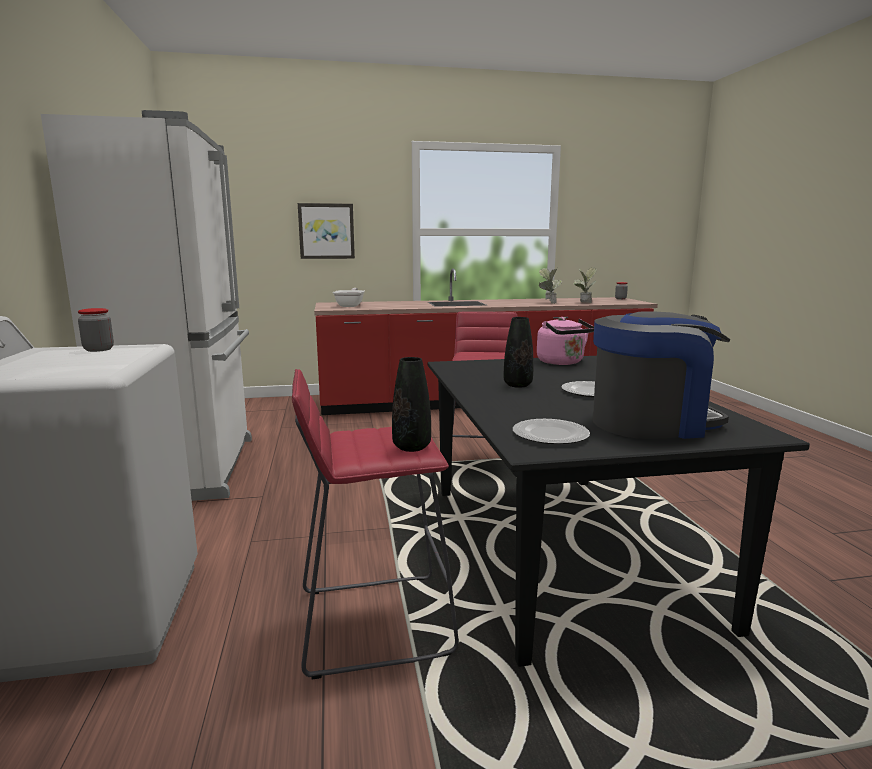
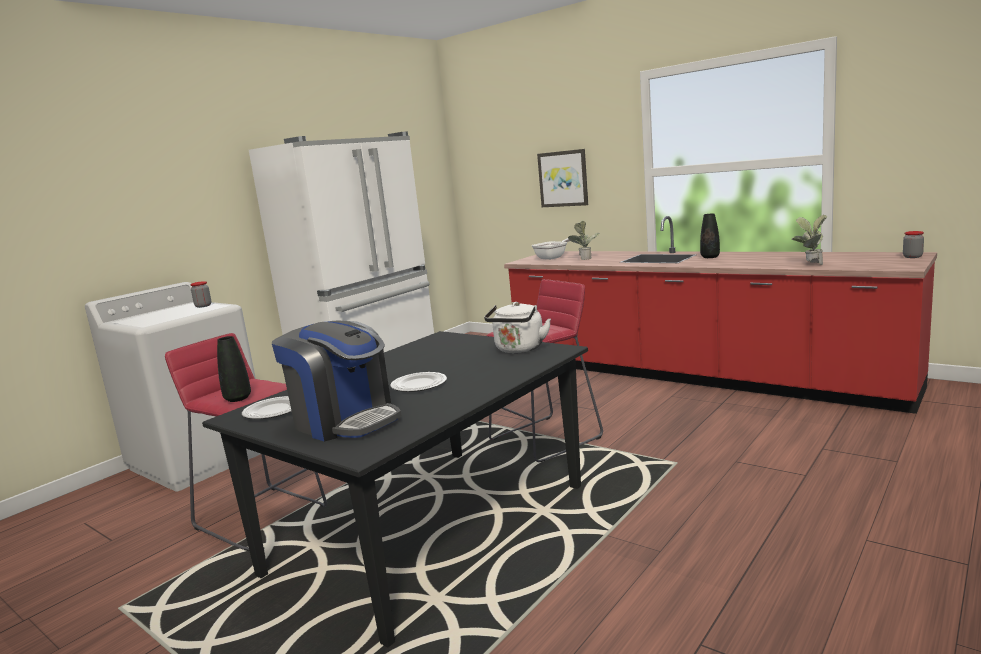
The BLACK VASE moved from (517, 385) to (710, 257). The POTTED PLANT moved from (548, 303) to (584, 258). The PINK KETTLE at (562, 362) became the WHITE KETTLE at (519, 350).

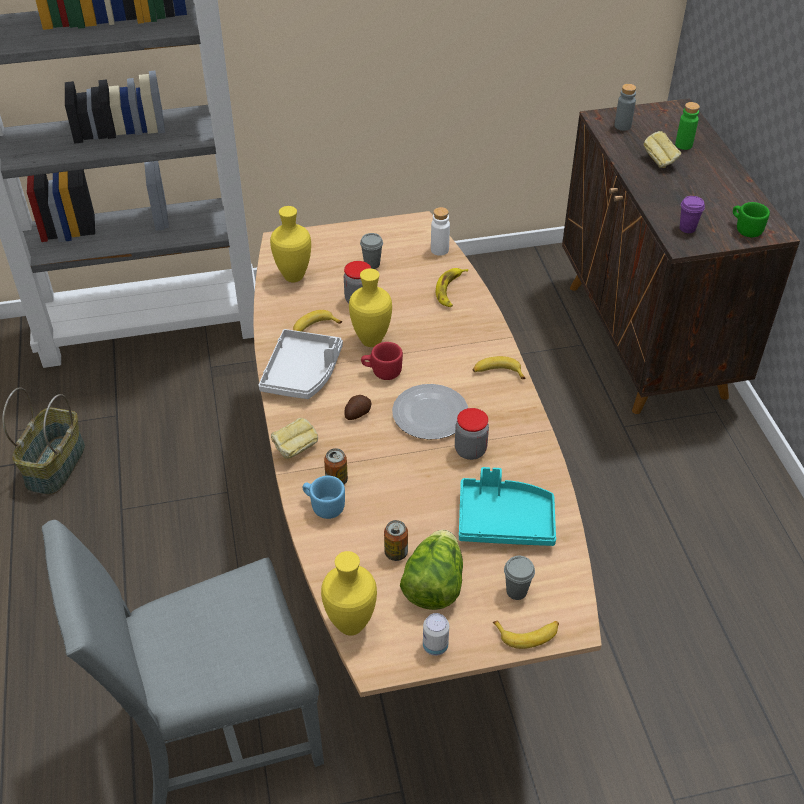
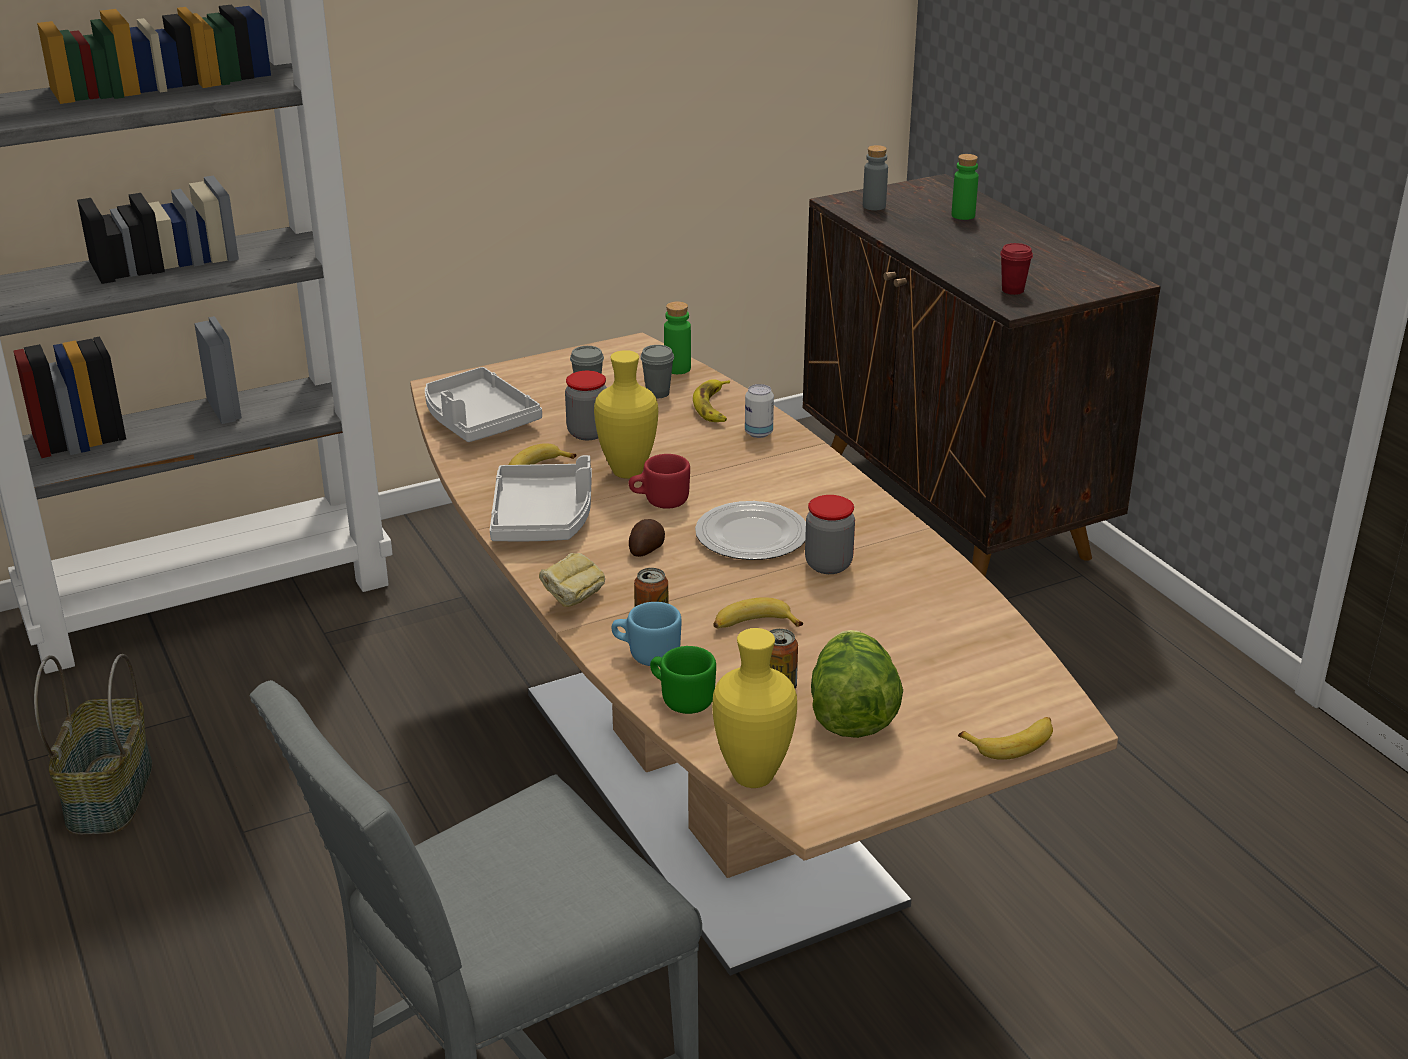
The TURQUOISE TRAY at (504, 521) disappeared. The BREAD at (660, 161) disappeared. The CAN moved from (435, 646) to (758, 433). The BANANA moved from (497, 372) to (753, 625). The GREY CUP moved from (516, 591) to (657, 393). The GREEN MUG moved from (745, 229) to (681, 699). The YELLOW VASE at (292, 276) was replaced by the GREY TRAY at (477, 420). The WHITE BOTTLE at (439, 250) became the GREEN BOTTLE at (677, 368). The PURPLE CUP at (687, 228) became the RED CUP at (1012, 290).

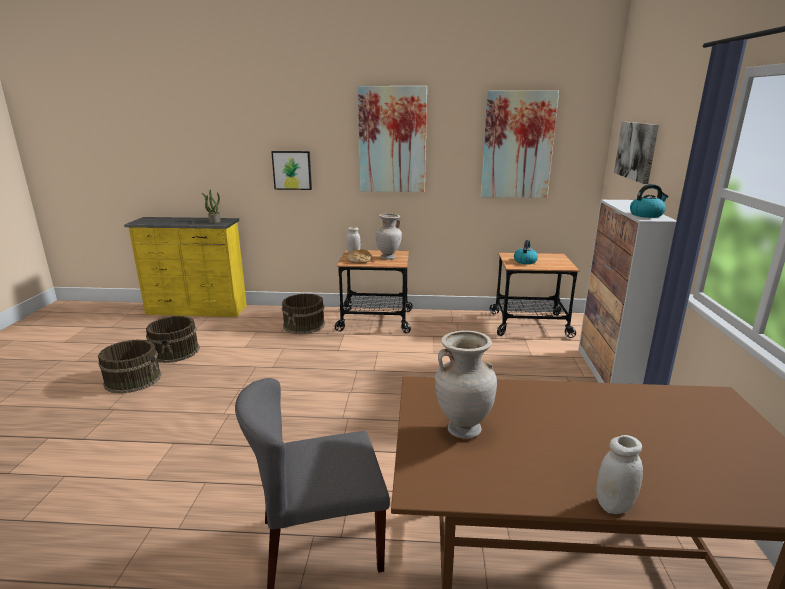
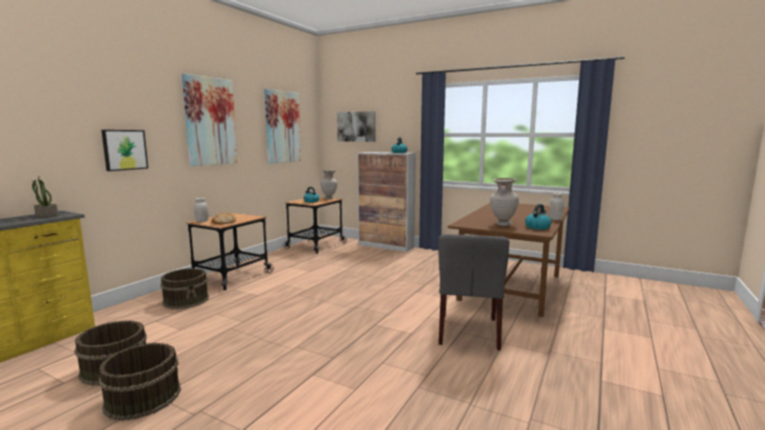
The KETTLE at (537, 227) appeared. The BEIGE VASE moved from (388, 258) to (329, 198).

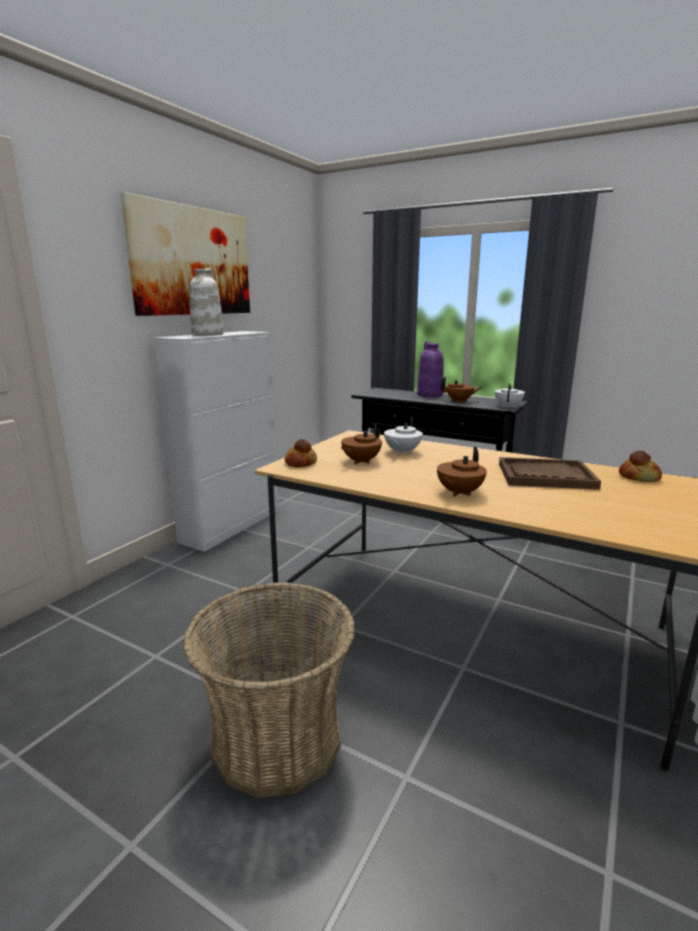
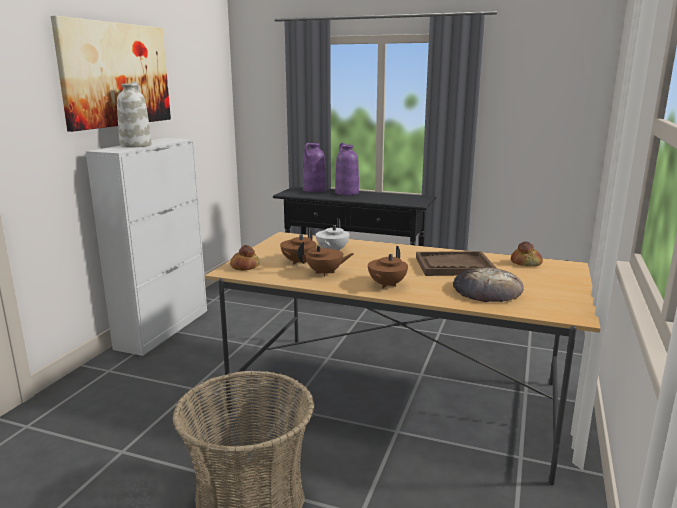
The WHITE TEAPOT at (508, 406) disappeared. The PURPLE VASE at (314, 190) appeared. The BREAD at (487, 290) appeared. The BROWN TEAPOT moved from (459, 401) to (325, 273).

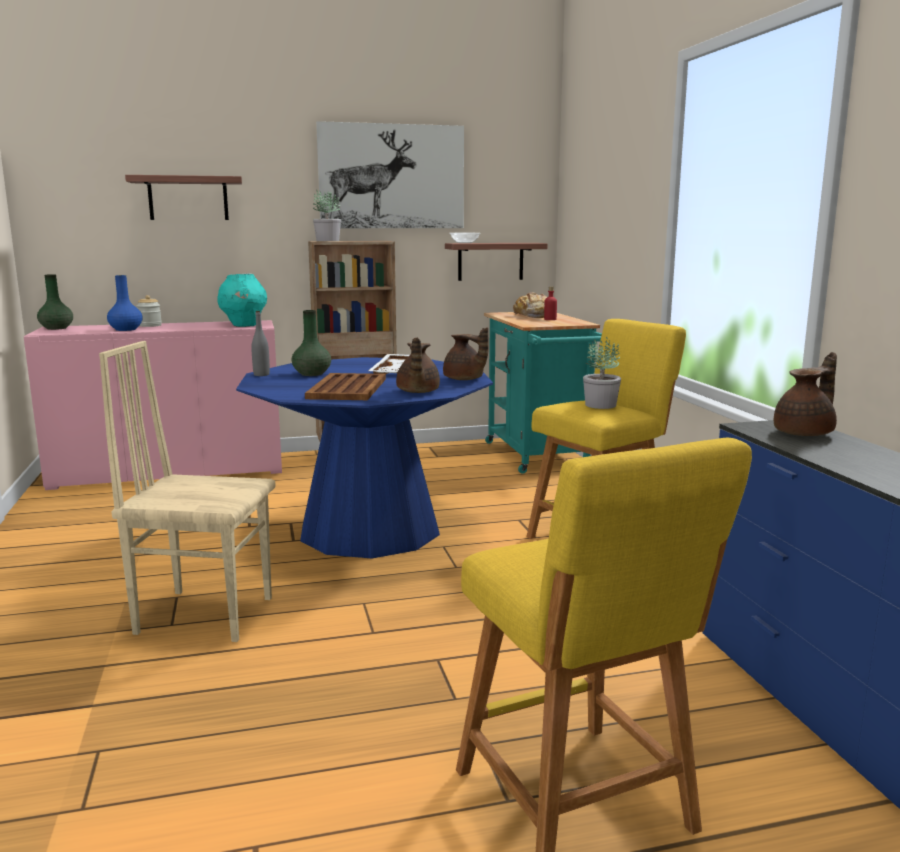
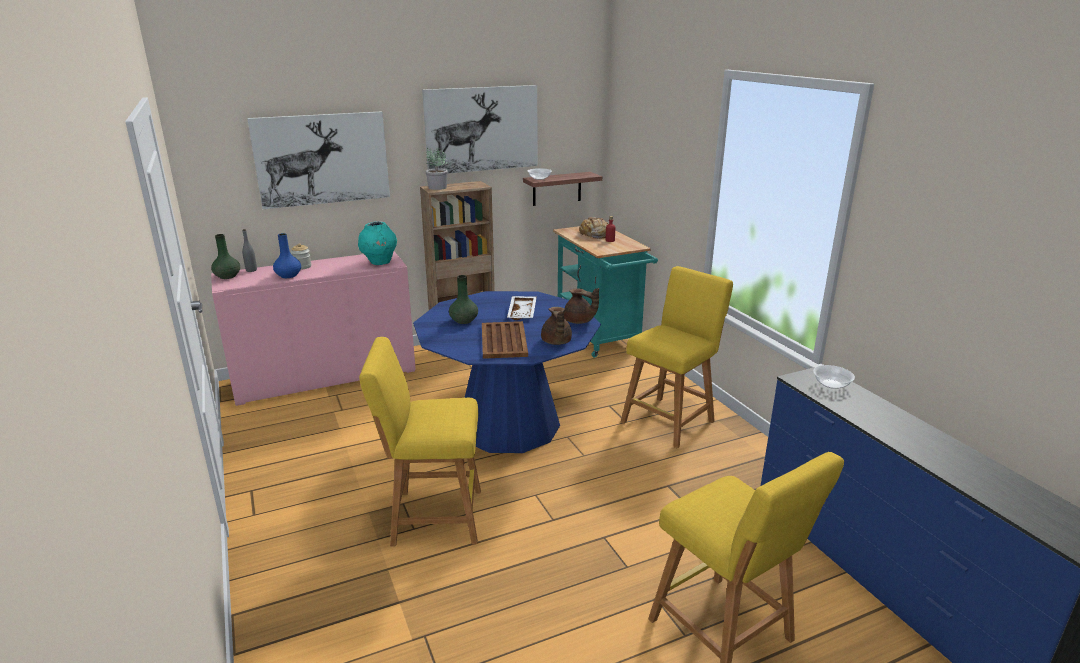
The POTTED PLANT at (600, 405) disappeared. The GREY BOTTLE moved from (261, 375) to (251, 270). The BEIGE CHAIR at (205, 614) was replaced by the YELLOW STOOL at (432, 517). The SHELF at (188, 198) was replaced by the PICTURE at (322, 159). The BROWN TEAPOT at (805, 433) was replaced by the BOWL at (832, 384).

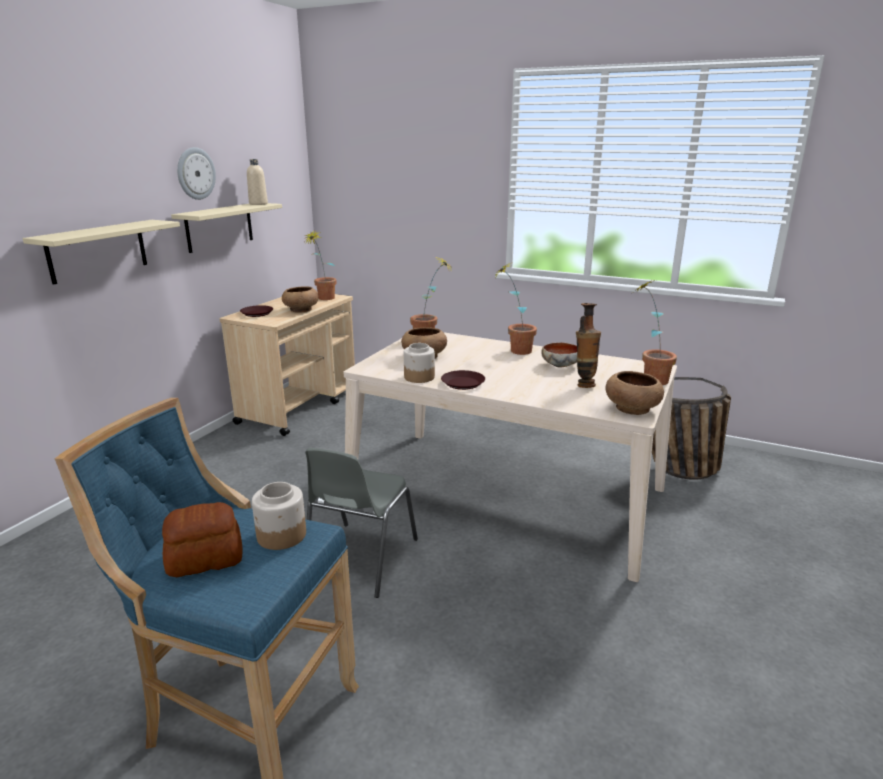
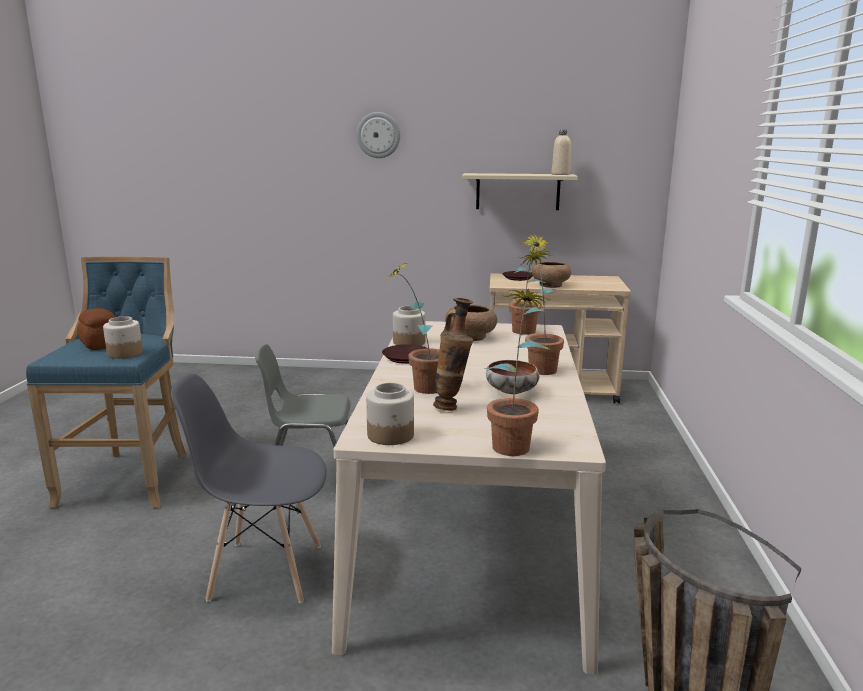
The BEIGE SHELF at (97, 251) disappeared. The GREY CHAIR at (265, 571) appeared. The WALL CLOCK moved from (195, 173) to (378, 135). The POTTED PLANT moved from (323, 299) to (419, 387). The BROWN BOWL at (632, 408) was replaced by the JAR at (391, 435).

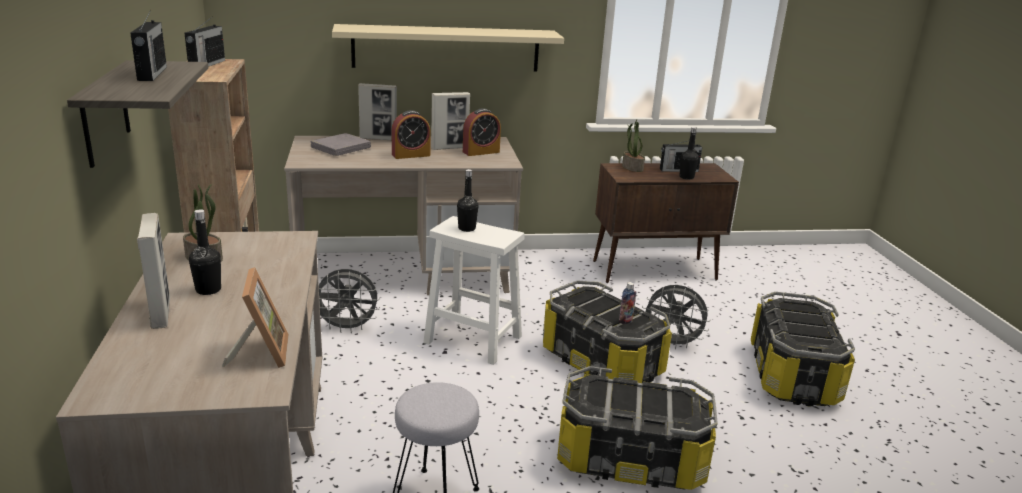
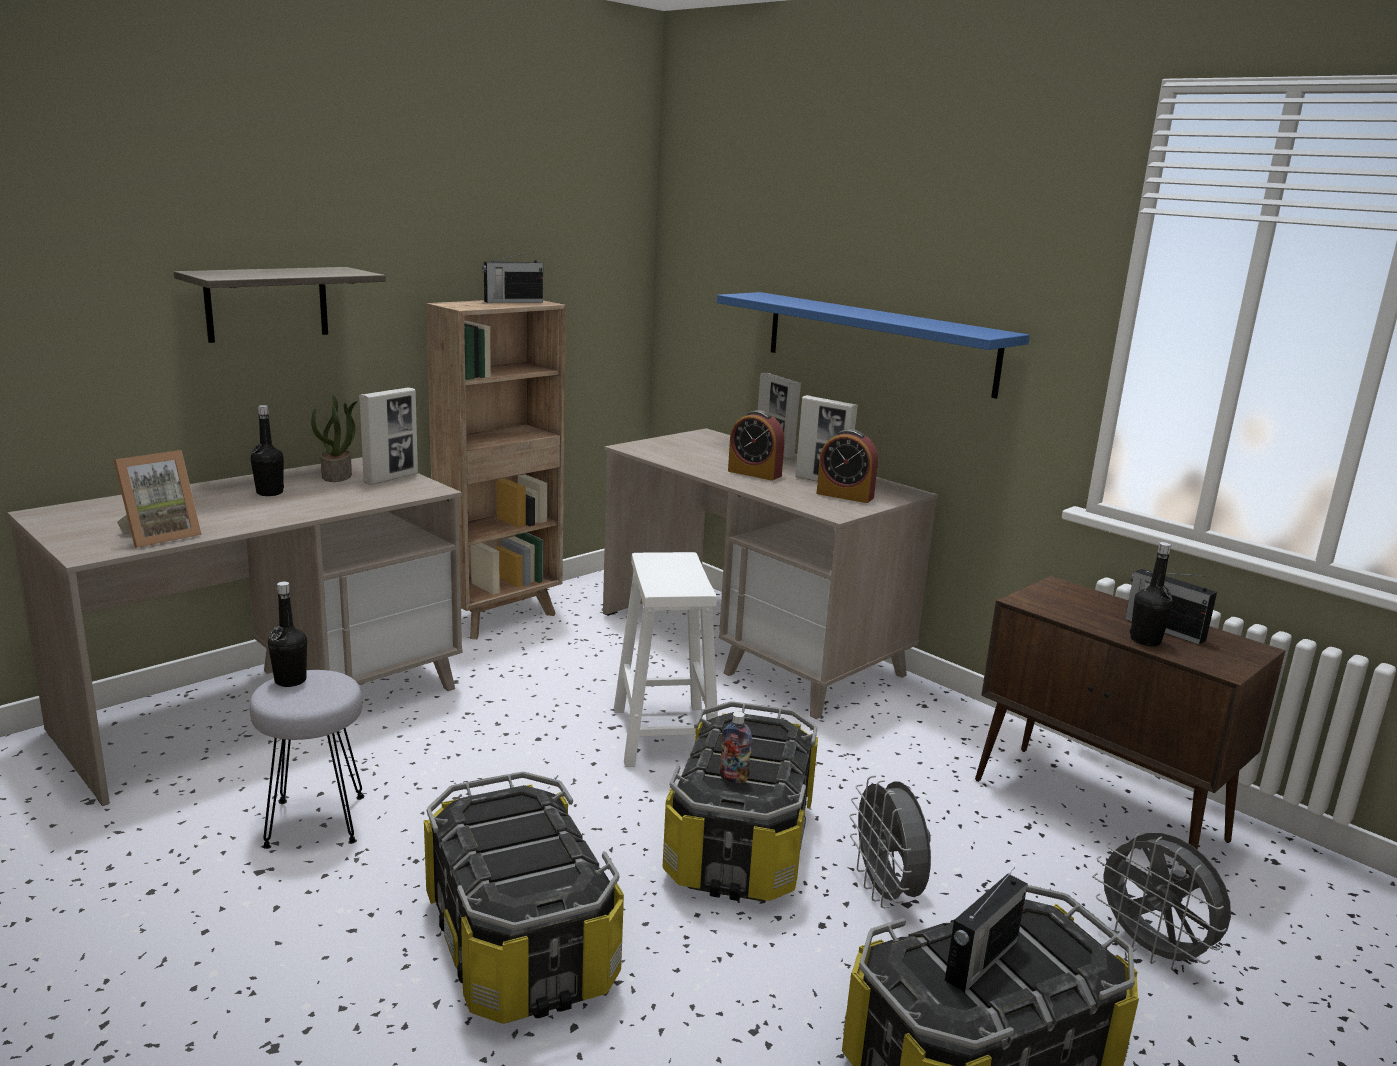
The GREY BOOK at (341, 148) disappeared. The POTTED PLANT at (632, 168) disappeared. The RADIO moved from (151, 74) to (980, 961). The PICTURE FRAME moved from (160, 313) to (391, 478). The GREY FAN moved from (347, 328) to (1153, 951). The BLACK BOTTLE moved from (467, 228) to (290, 681). The BEIGE SHELF at (446, 48) became the BLUE SHELF at (878, 342).

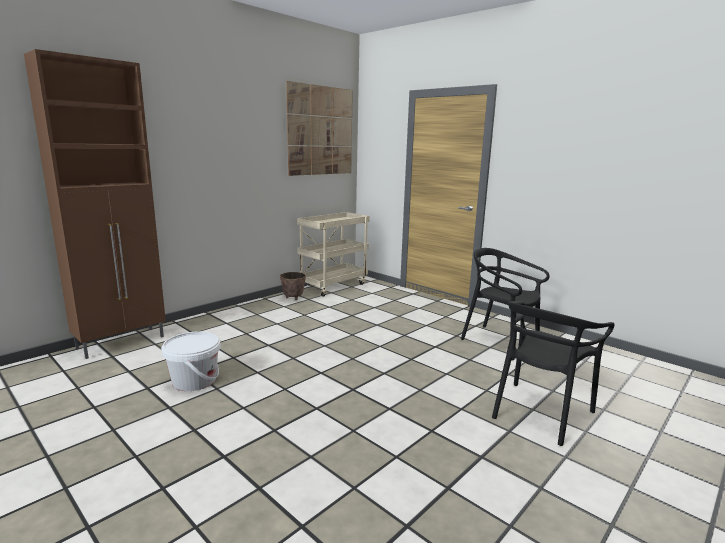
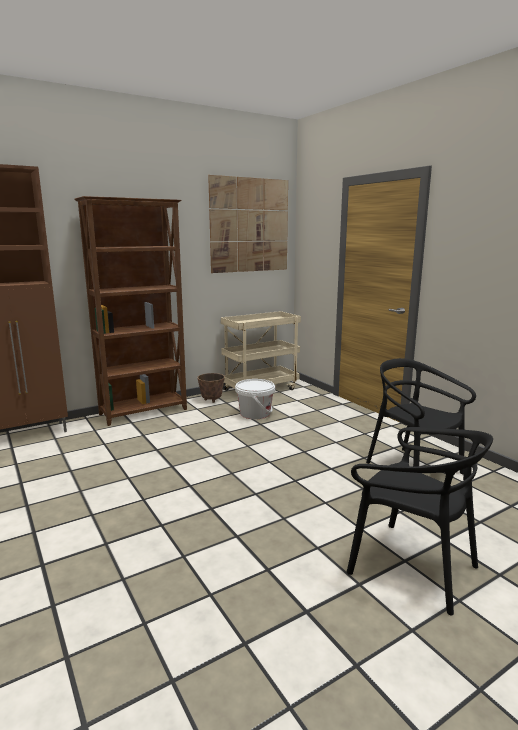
The BROWN BOOKCASE at (144, 412) appeared. The WHITE BUCKET moved from (194, 380) to (255, 413). The BLACK CHAIR at (540, 412) turned 105 degrees counterclockwise.

